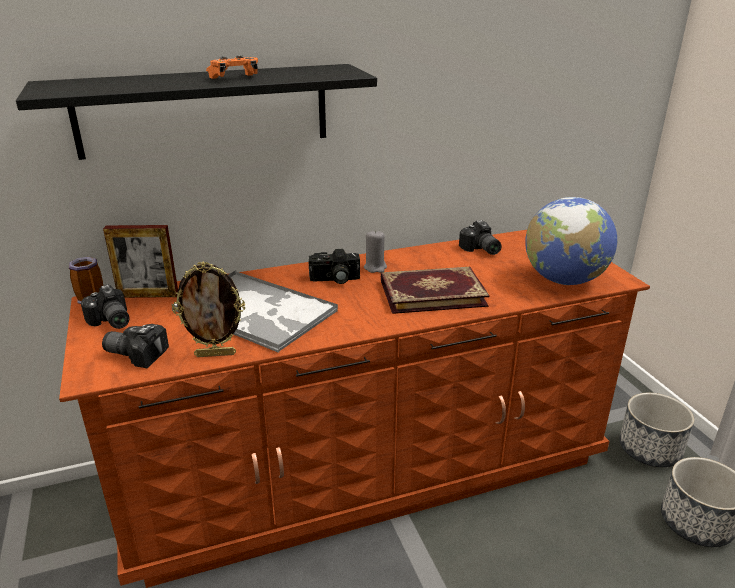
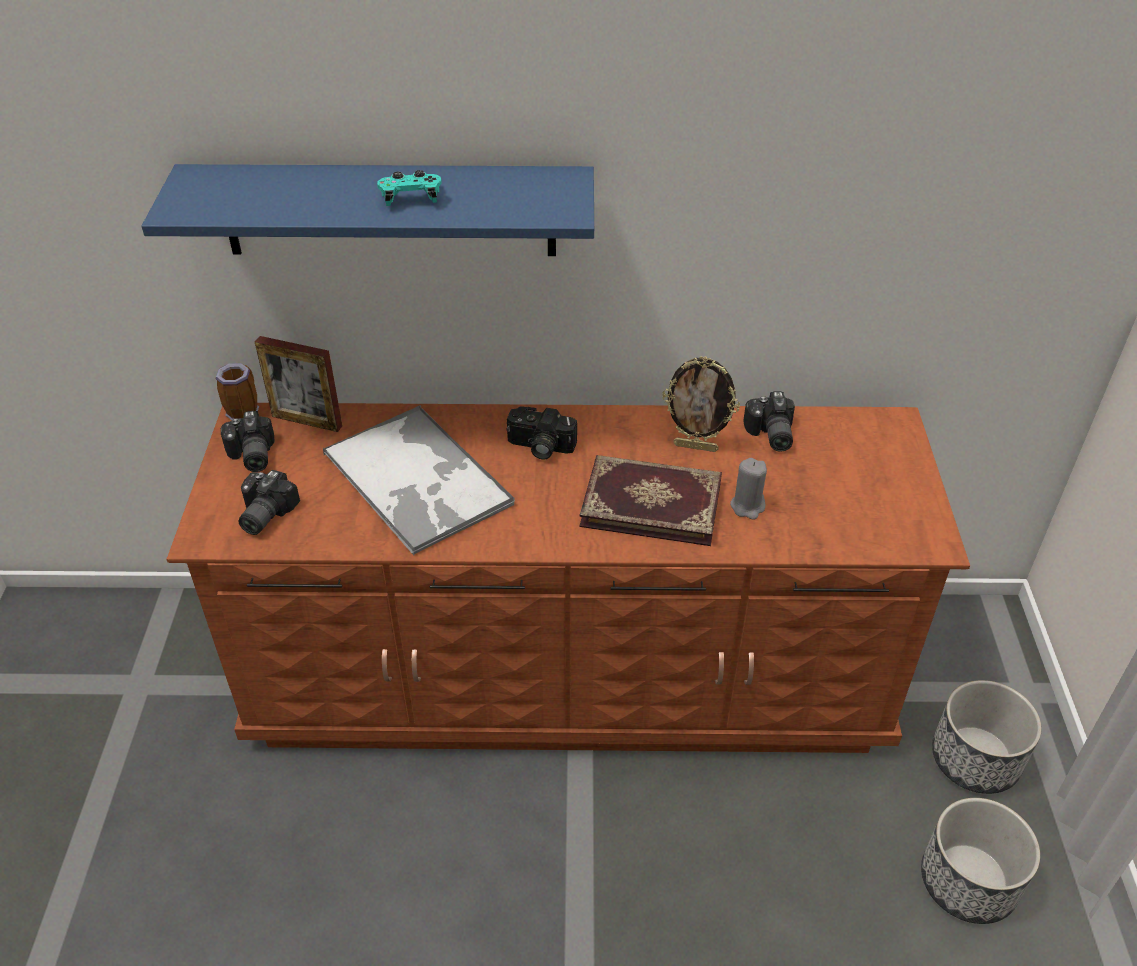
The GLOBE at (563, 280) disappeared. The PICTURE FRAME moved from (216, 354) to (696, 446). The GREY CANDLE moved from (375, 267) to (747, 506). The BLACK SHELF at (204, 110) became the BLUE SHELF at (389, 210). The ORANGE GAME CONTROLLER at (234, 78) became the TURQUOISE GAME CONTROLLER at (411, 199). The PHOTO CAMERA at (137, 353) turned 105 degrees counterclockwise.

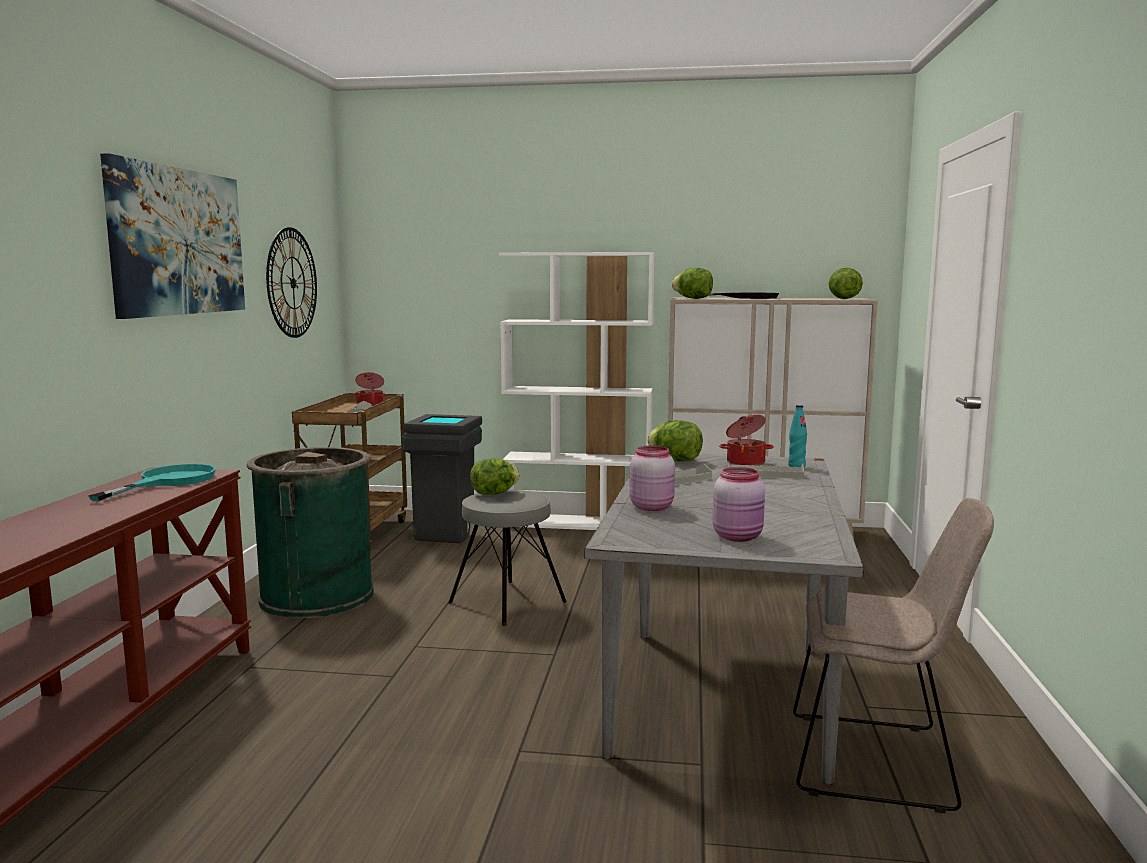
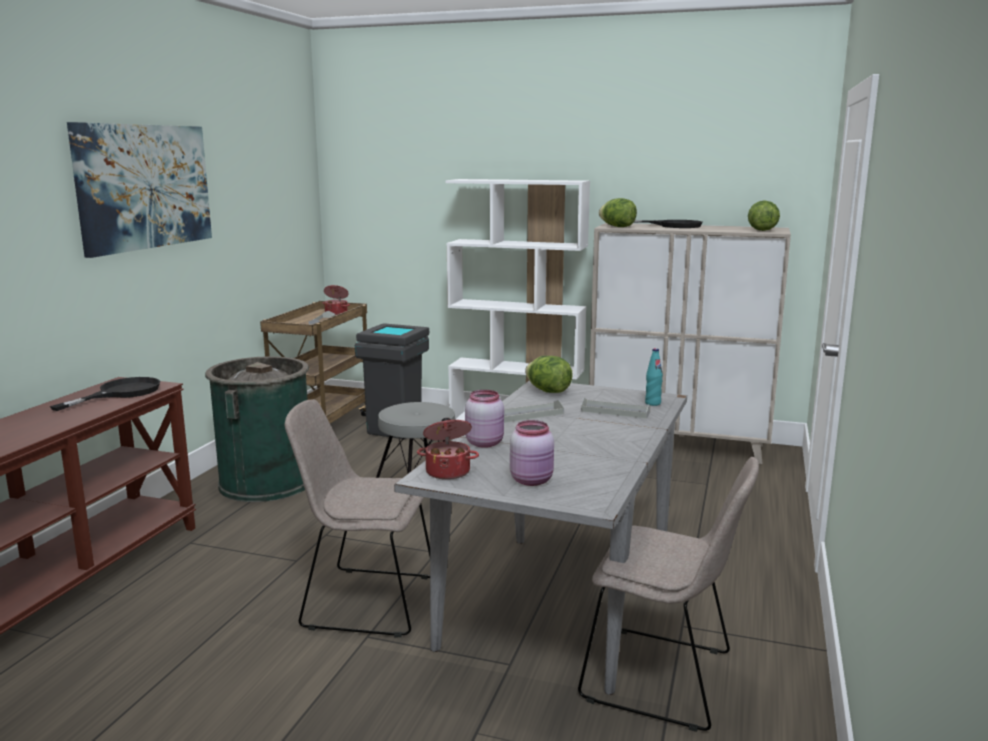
The WALL CLOCK at (292, 283) disappeared. The LETTUCE at (494, 494) disappeared. The BEIGE CHAIR at (364, 601) appeared. The COOKING POT moved from (745, 463) to (448, 471). The TURQUOISE FRYING PAN at (168, 481) became the BLACK FRYING PAN at (121, 393).

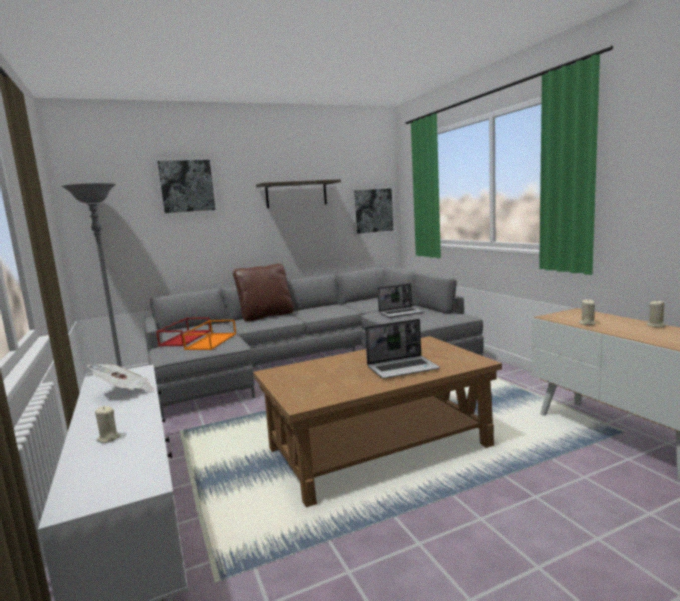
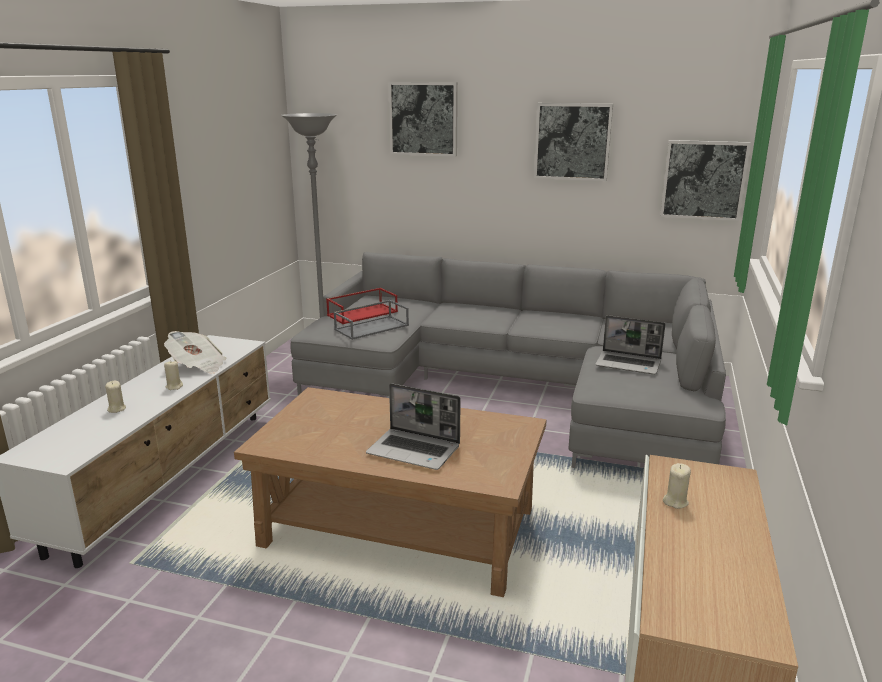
The BROWN PILLOW at (266, 316) disappeared. The BEIGE CANDLE moved from (656, 325) to (174, 386). The SHELF at (296, 194) was replaced by the PICTURE at (572, 141). The ORANGE TRAY at (211, 341) became the GREY TRAY at (372, 327).

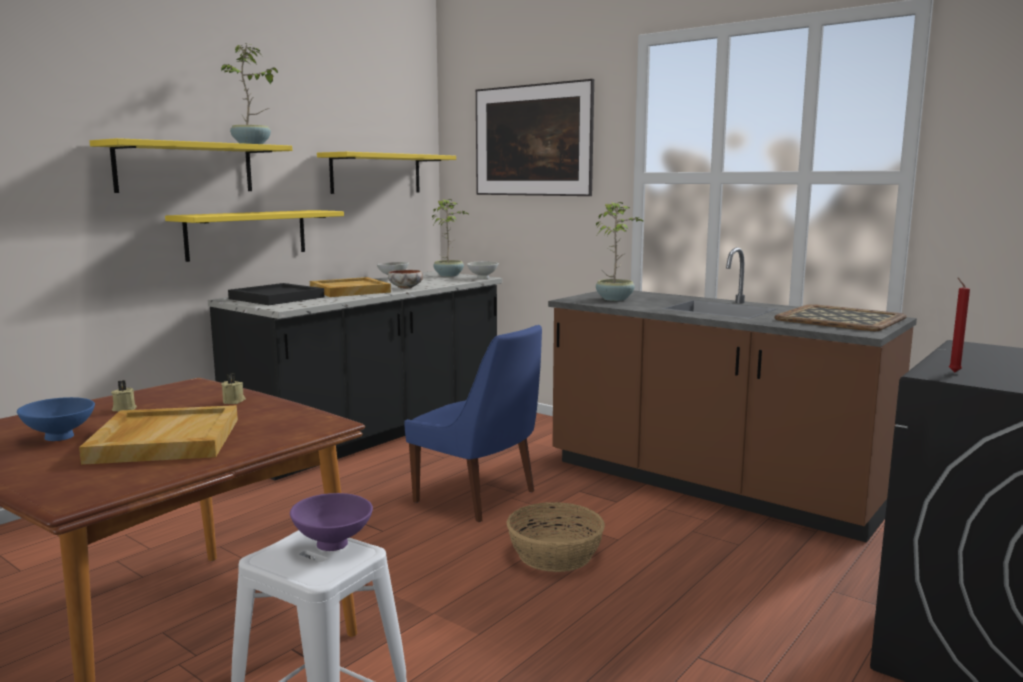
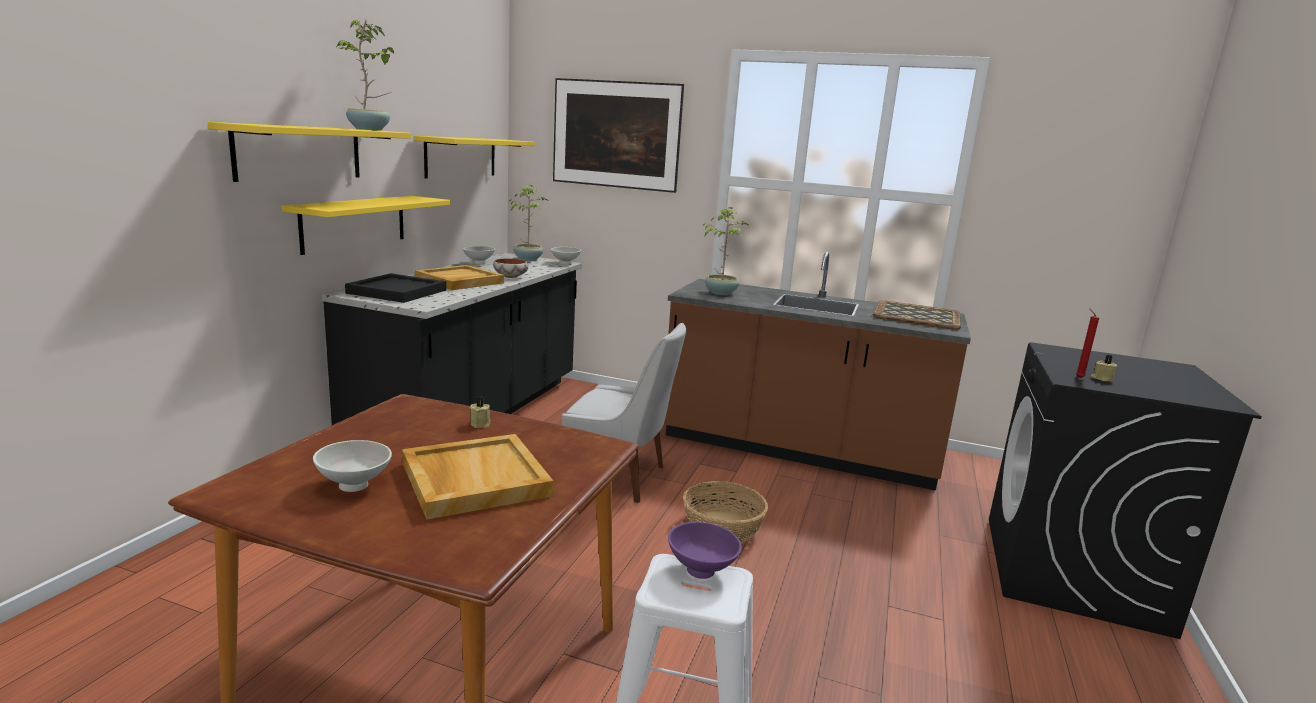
The BEIGE CANDLE moved from (124, 409) to (1101, 379). The BLUE BOWL at (62, 436) became the WHITE BOWL at (355, 484). The BLUE CHAIR at (479, 498) became the WHITE CHAIR at (620, 478).

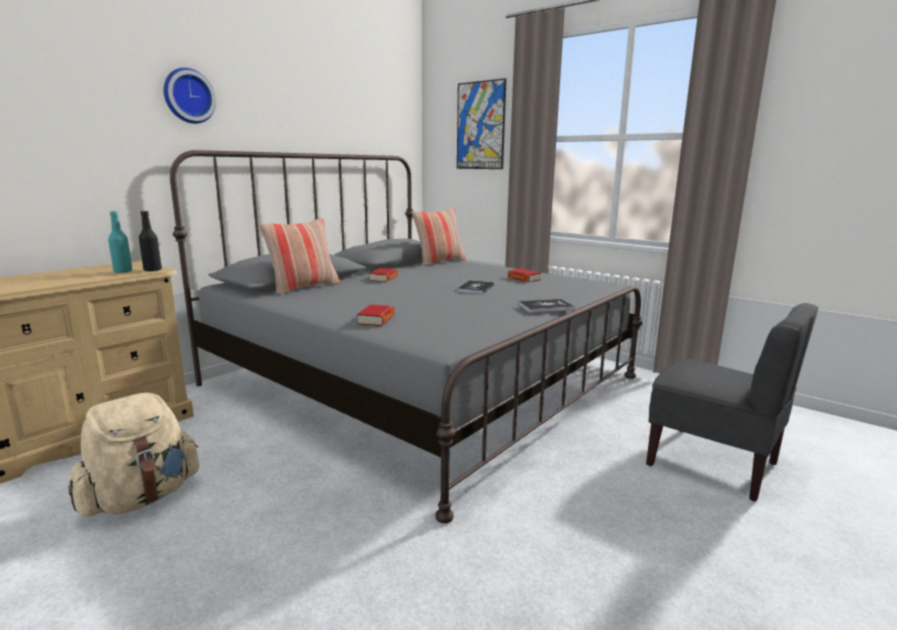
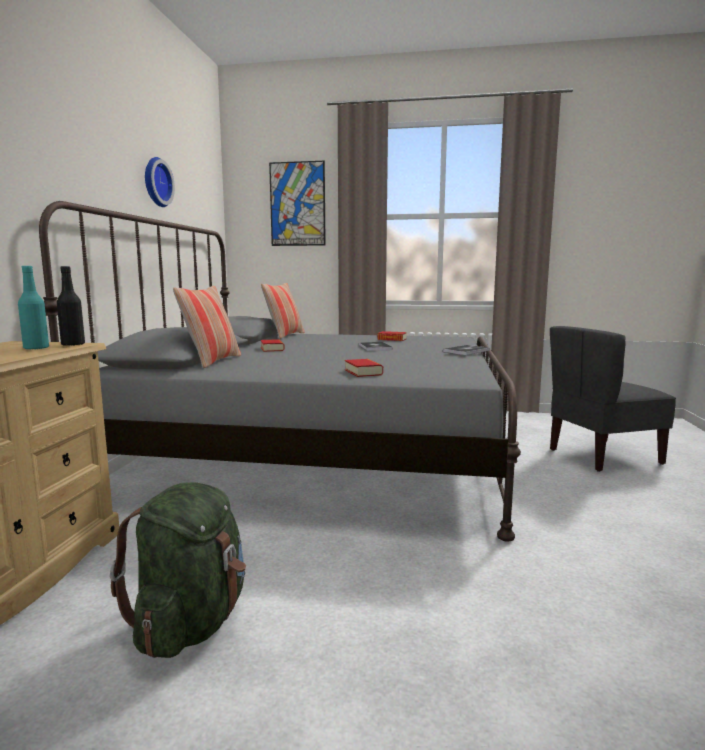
The WALL CLOCK moved from (188, 96) to (155, 182). The BEIGE BACKPACK at (141, 498) became the GREEN BACKPACK at (192, 622). The GREY CHAIR at (713, 463) turned 150 degrees clockwise.

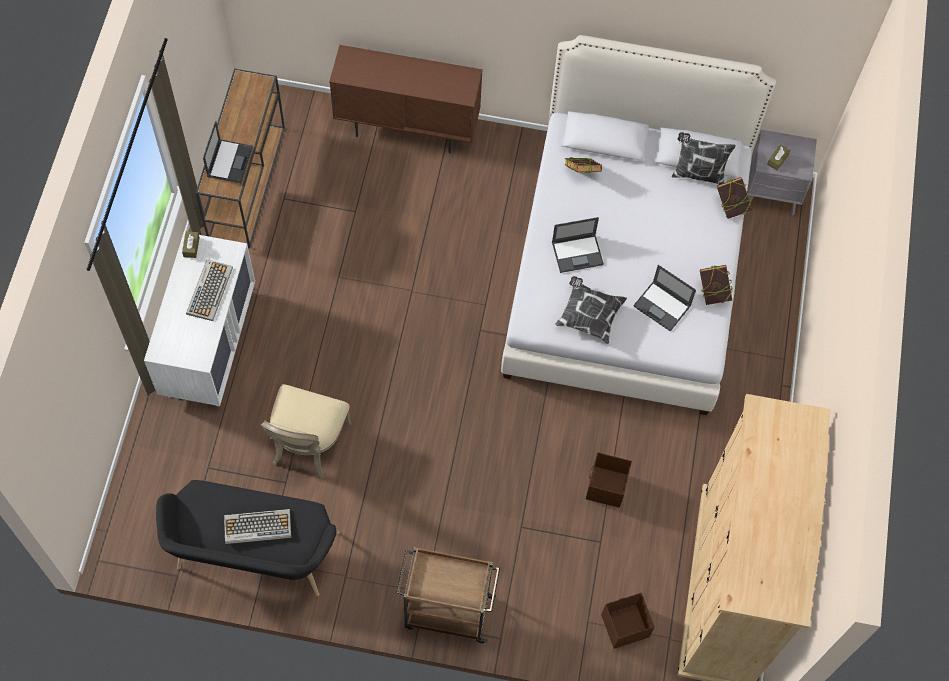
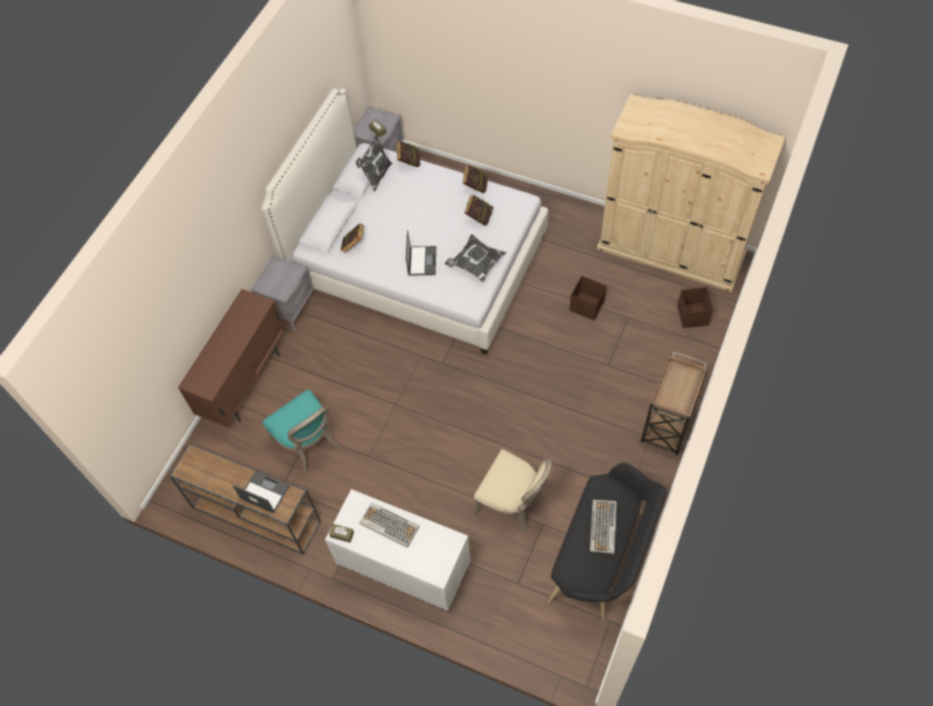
The GREY NIGHTSTAND at (290, 310) appeared. The TURQUOISE CHAIR at (309, 443) appeared. The LAPTOP at (662, 306) was replaced by the BOOK at (479, 218).

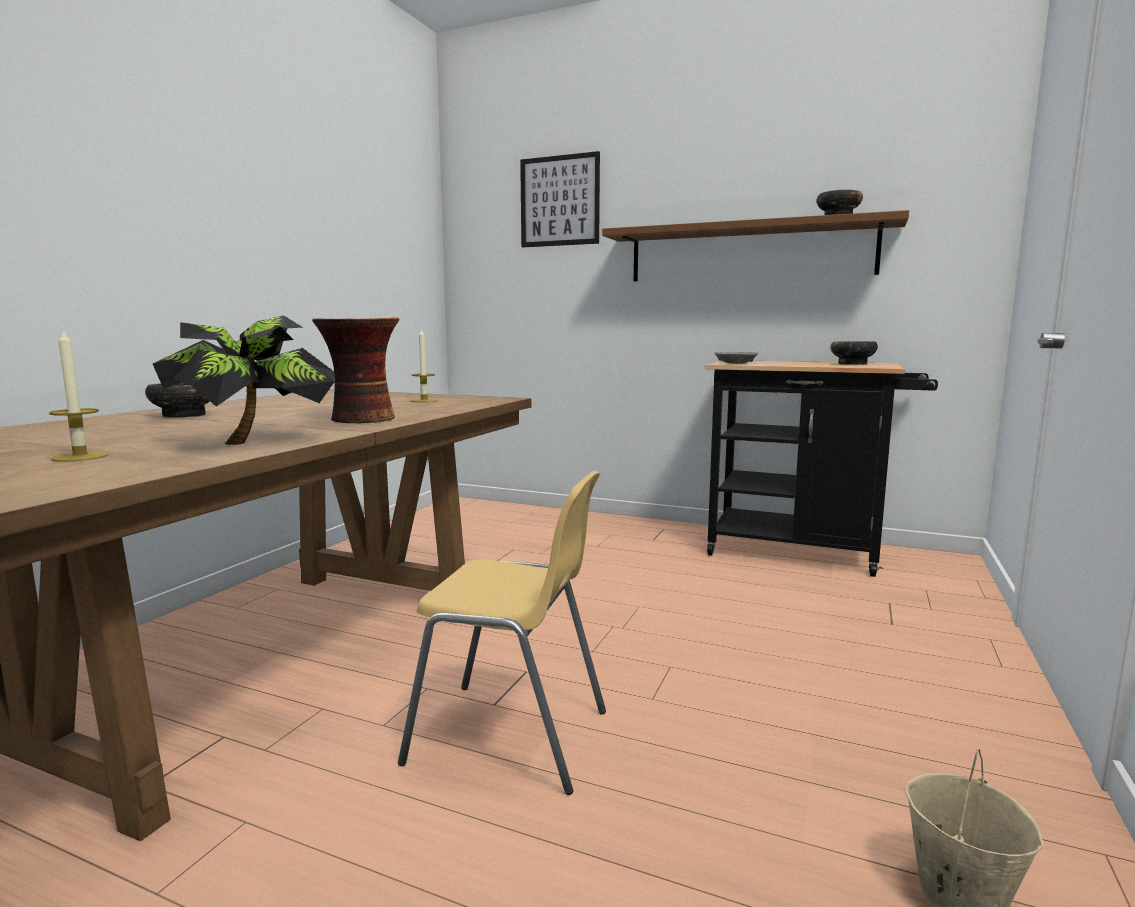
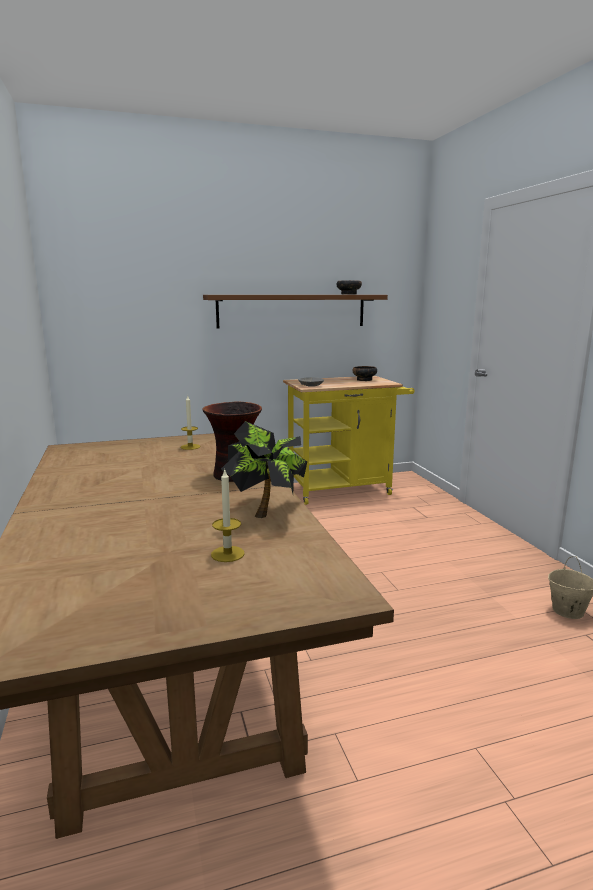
The BOWL at (183, 415) disappeared. The YELLOW CHAIR at (511, 737) disappeared. The PICTURE at (559, 201) disappeared. The BLACK CART at (805, 552) became the YELLOW CART at (345, 489).

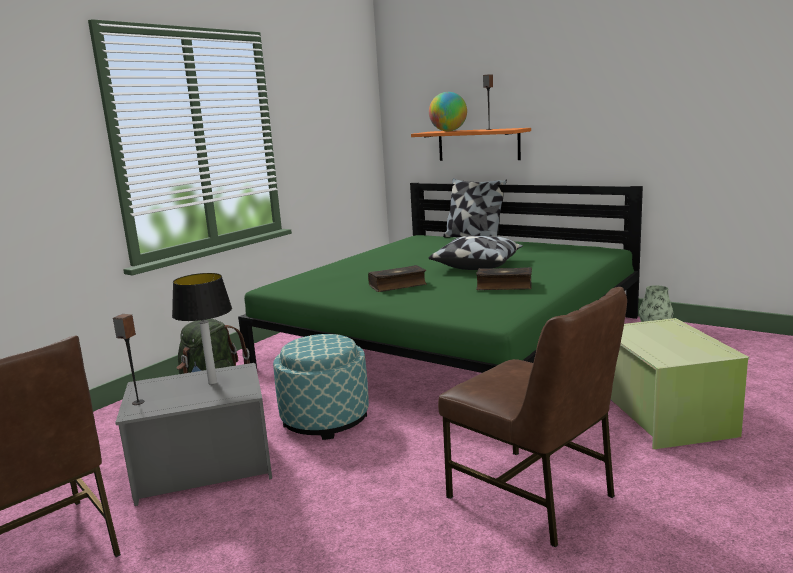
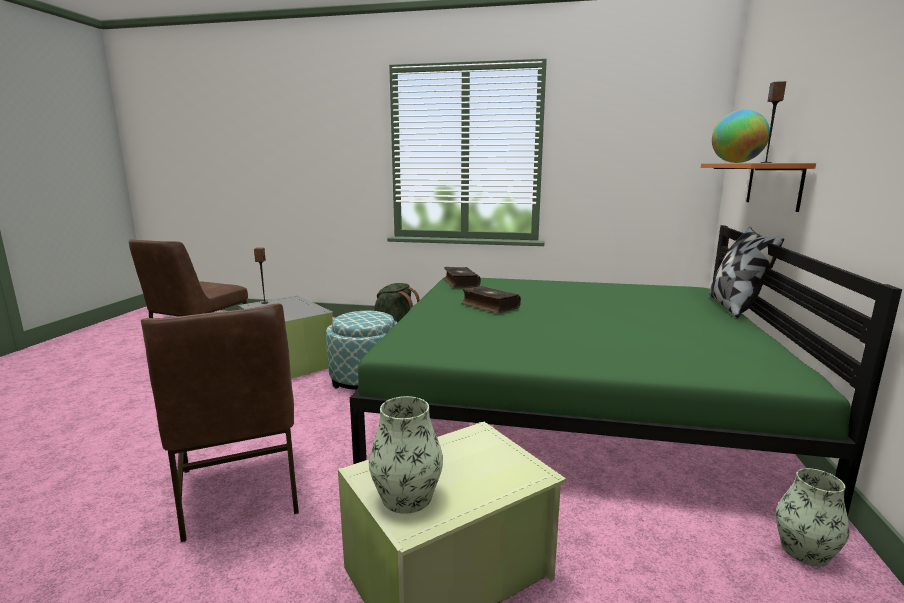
The TABLE LAMP at (212, 382) disappeared. The PILLOW at (477, 265) disappeared. The VASE at (406, 497) appeared. The BOOK moved from (504, 286) to (460, 283). The BROWN CHAIR at (533, 496) turned 45 degrees counterclockwise.

